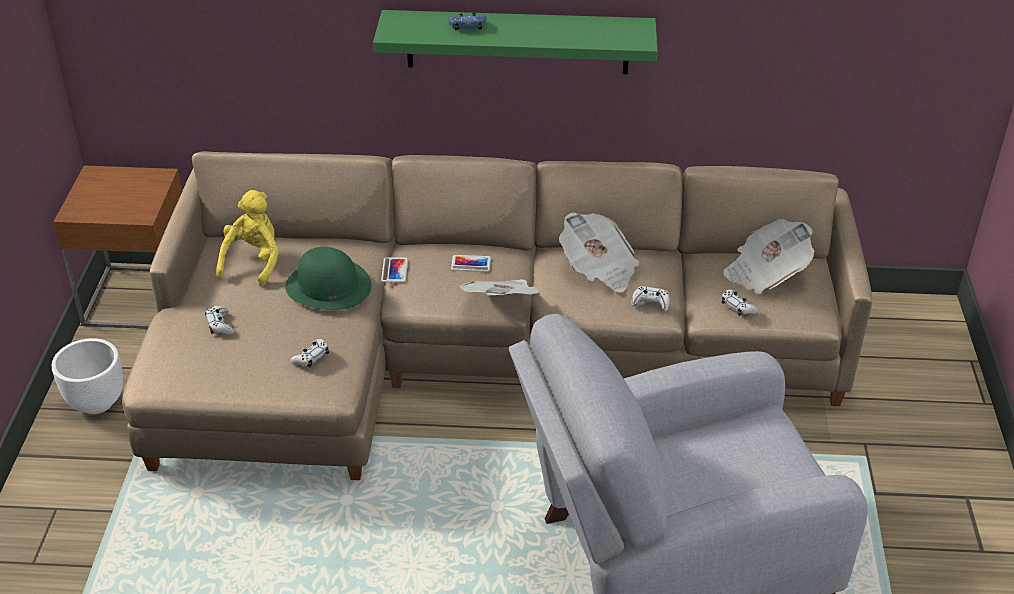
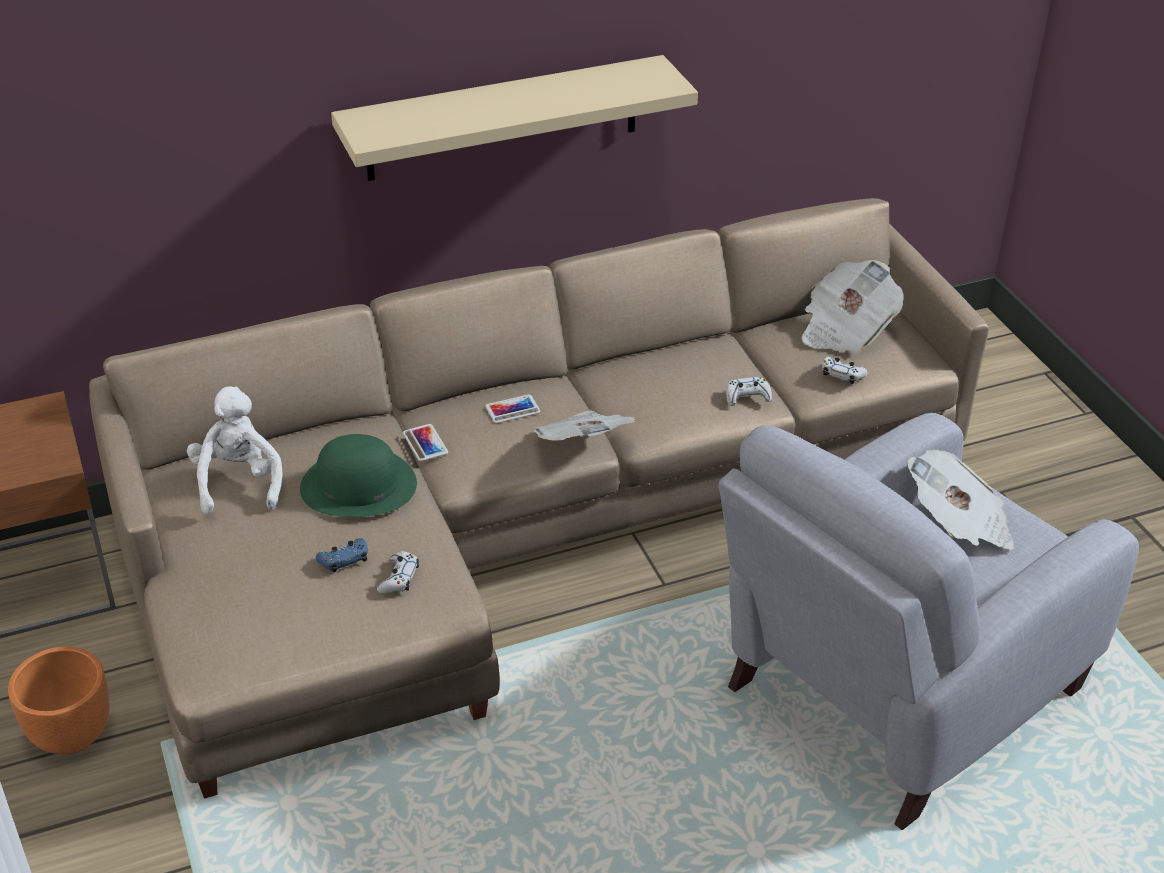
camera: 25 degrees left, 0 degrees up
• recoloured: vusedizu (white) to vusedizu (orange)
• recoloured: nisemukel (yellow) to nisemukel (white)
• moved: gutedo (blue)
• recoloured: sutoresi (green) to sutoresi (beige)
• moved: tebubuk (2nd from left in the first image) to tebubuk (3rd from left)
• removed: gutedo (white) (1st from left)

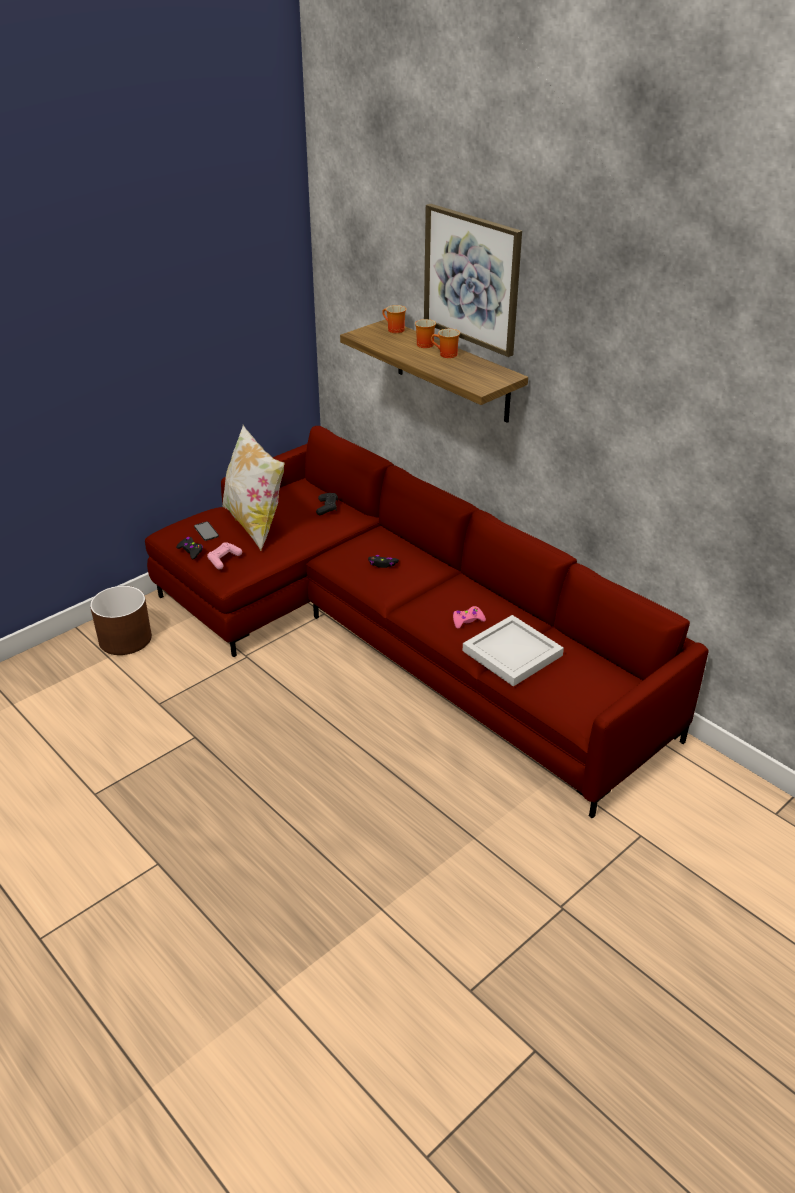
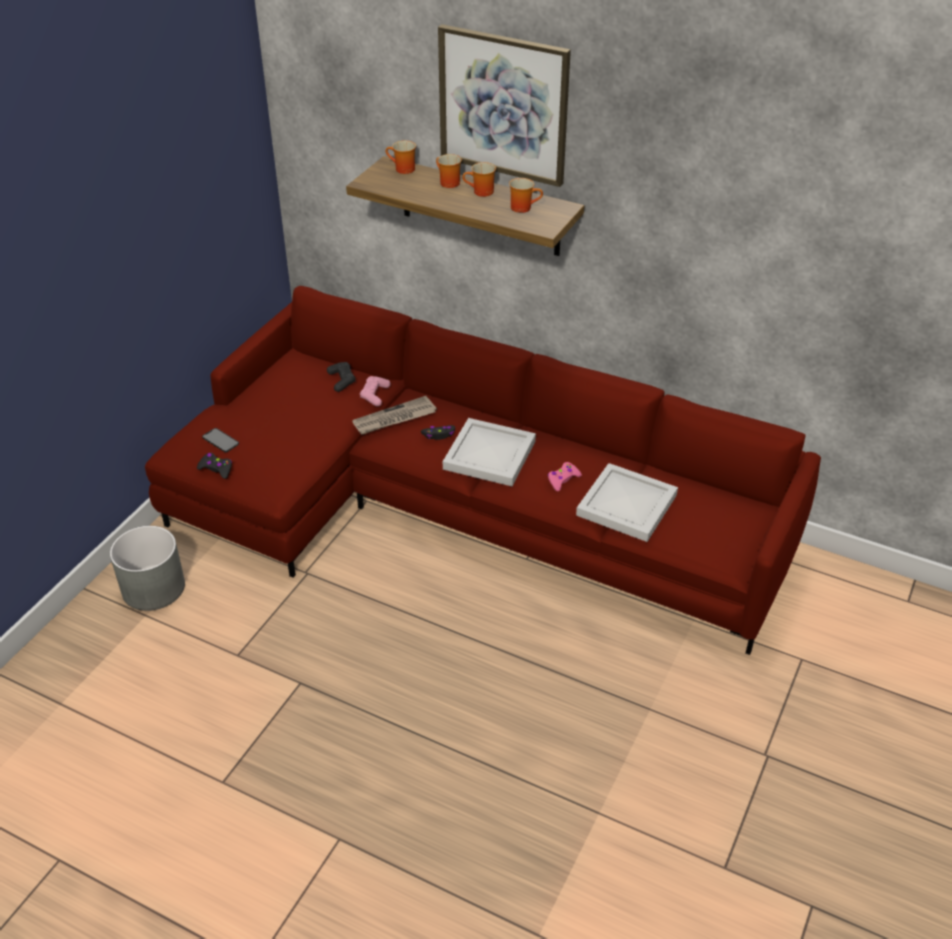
camera: 20 degrees left, 5 degrees up
• recoloured: vusedizu (brown) to vusedizu (grey)
• added: tebubuk
• moved: gutedo (pink) (1st from left)
• added: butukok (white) (1st from left)
• added: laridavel (4th from left)
• removed: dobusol

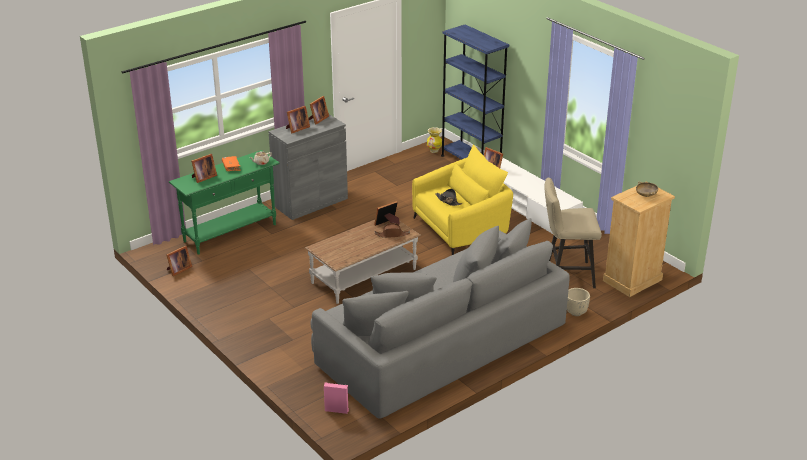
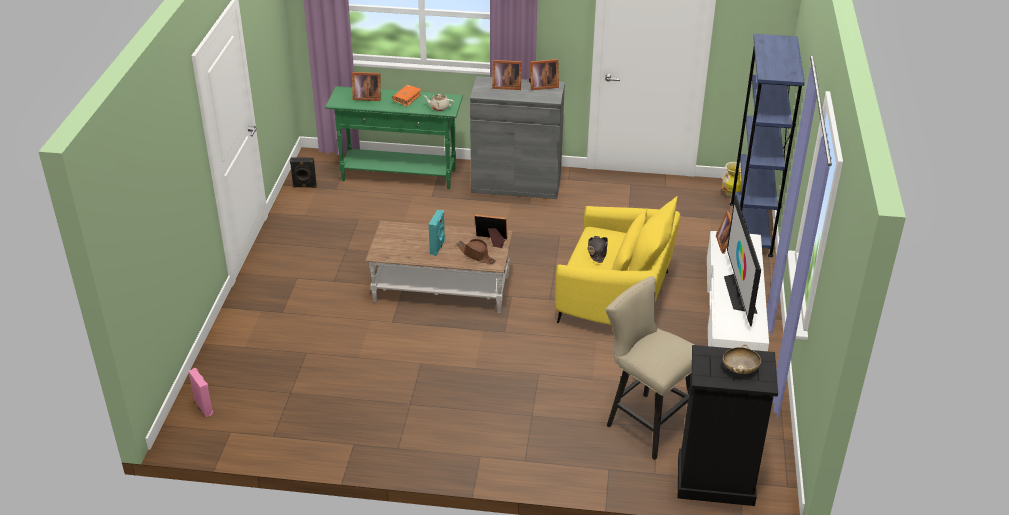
camera: 45 degrees right, 5 degrees up
• replaced: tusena (1st from left) to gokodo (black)
• added: gokodo (turquoise)
• recoloured: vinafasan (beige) to vinafasan (black)
• added: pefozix
• removed: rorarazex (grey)
• removed: vusedizu (beige)

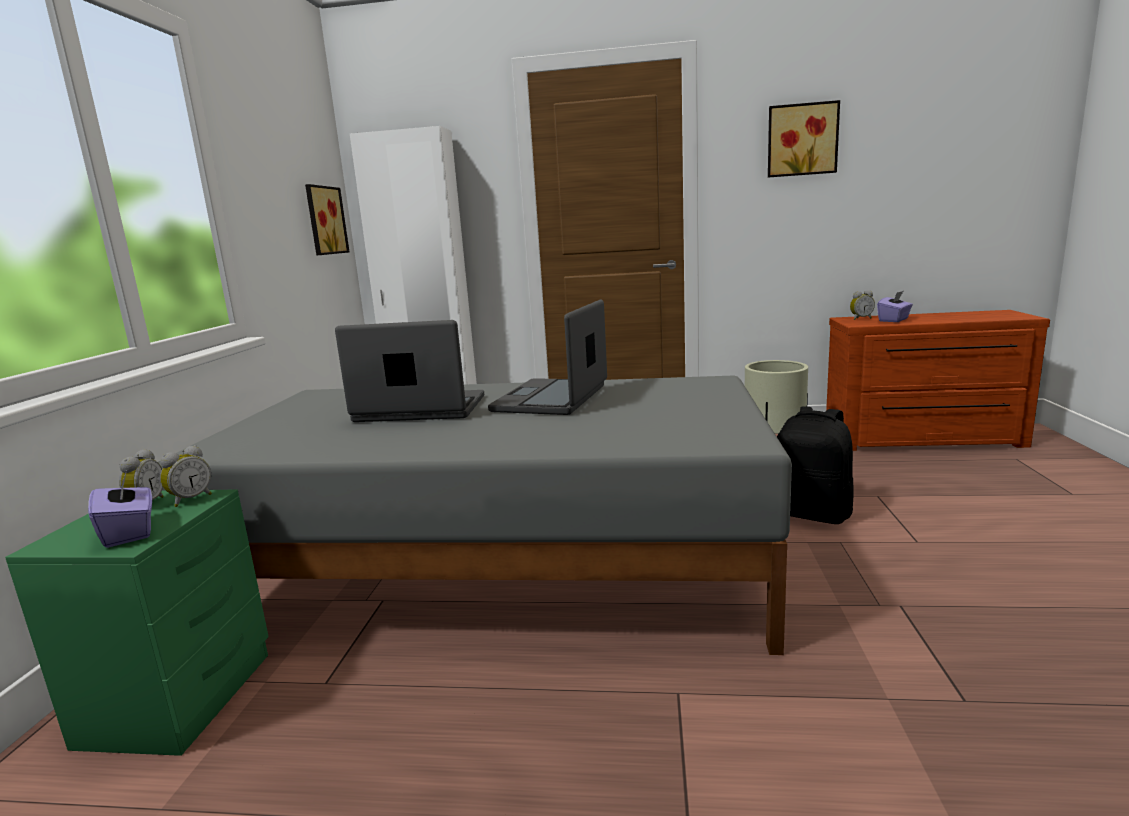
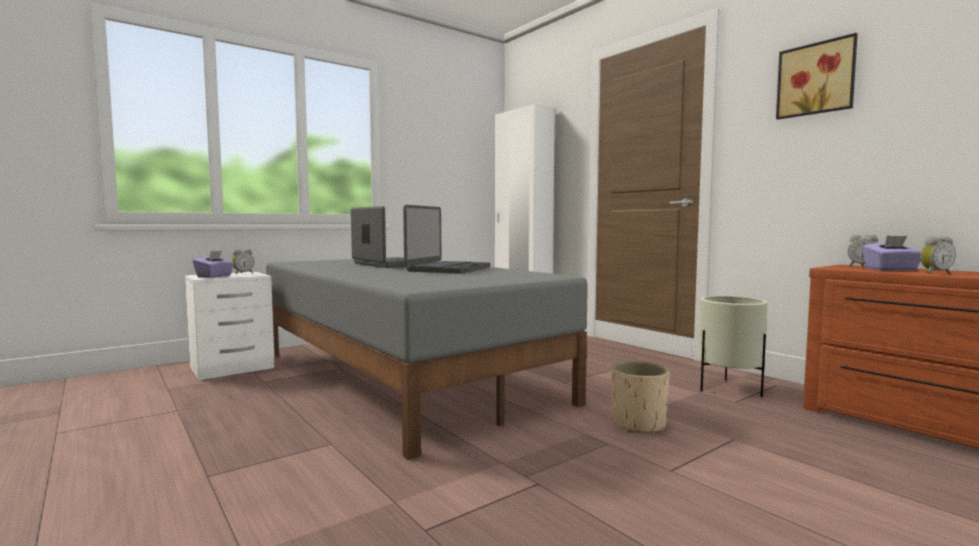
camera: 45 degrees right, 10 degrees down
• recoloured: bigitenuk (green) to bigitenuk (white)
• turned: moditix (2nd from left) 135 degrees clockwise
• replaced: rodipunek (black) to vusedizu (beige) (1st from left)
• moved: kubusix (2nd from left in the first image) to kubusix (3rd from left)
• removed: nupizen (1st from left)

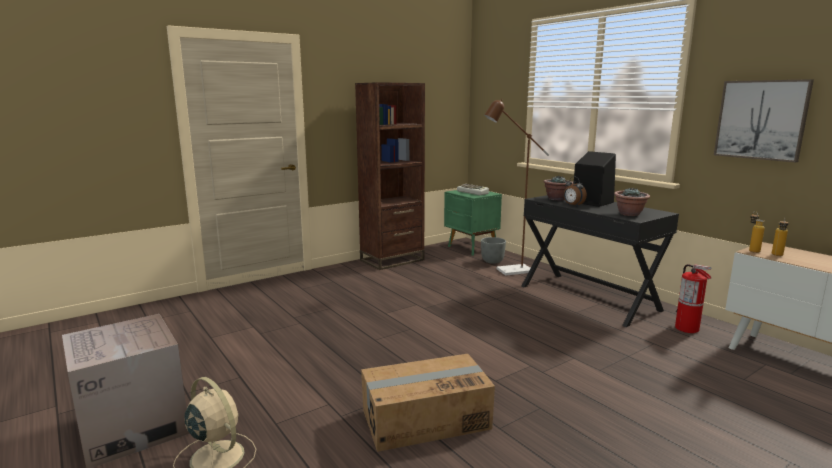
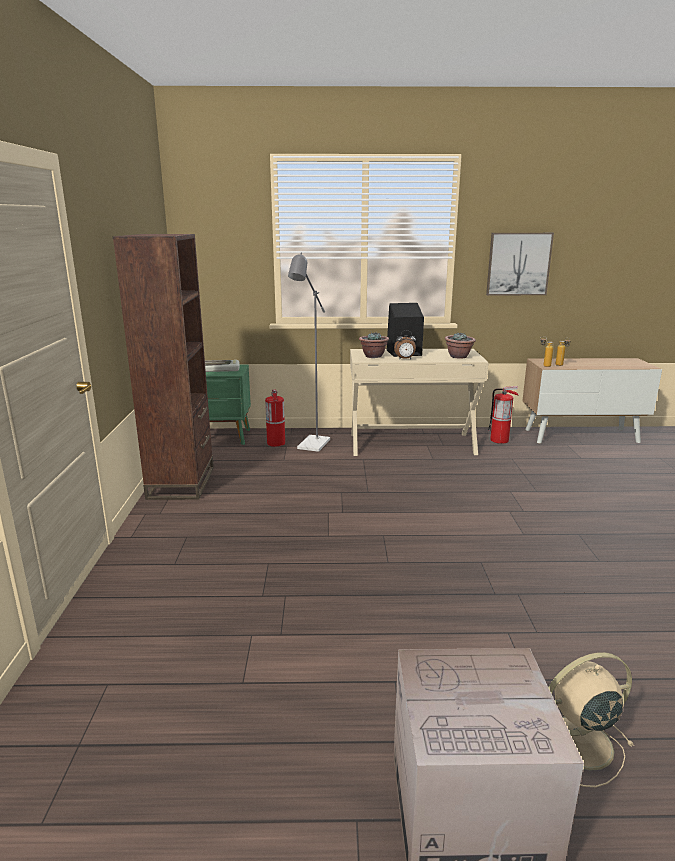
camera: 55 degrees left, 5 degrees up
• replaced: vusedizu (grey) to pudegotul (1st from left)
• recoloured: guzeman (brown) to guzeman (grey)
• recoloured: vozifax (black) to vozifax (beige)
• removed: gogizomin (2nd from left)

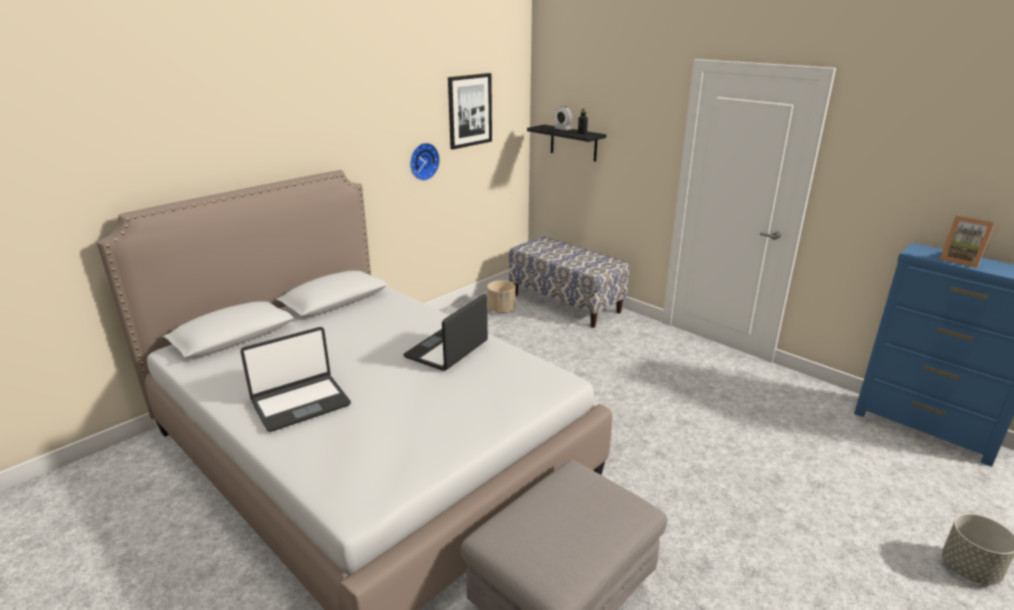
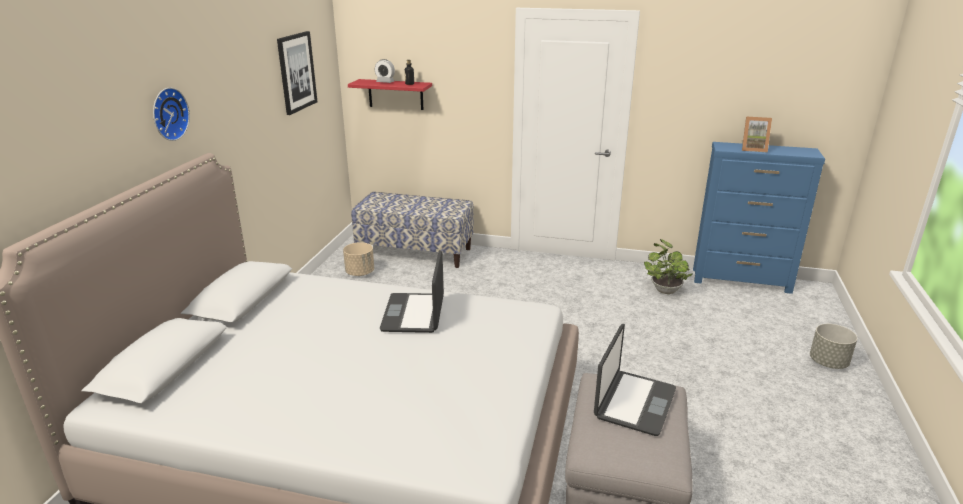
camera: 30 degrees left, 0 degrees up
• moved: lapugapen
• recoloured: sutoresi (black) to sutoresi (red)
• moved: moditix (1st from left in the first image) to moditix (2nd from left)
• added: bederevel

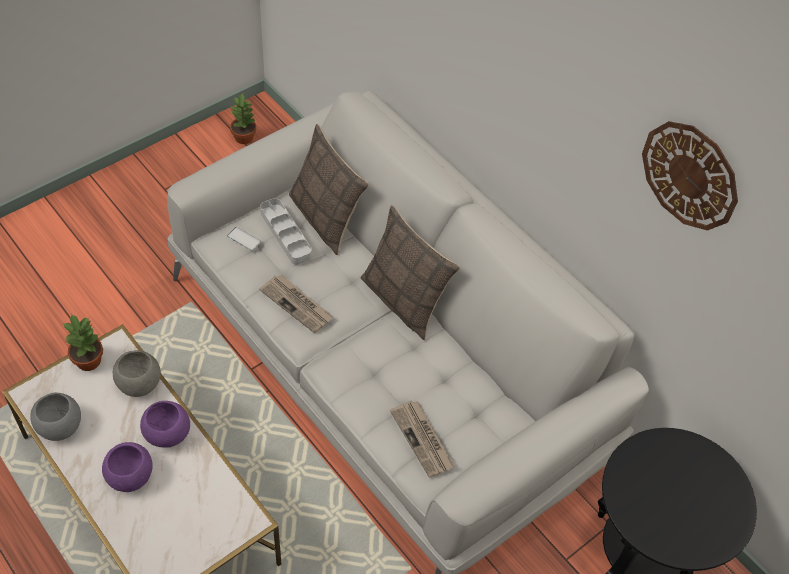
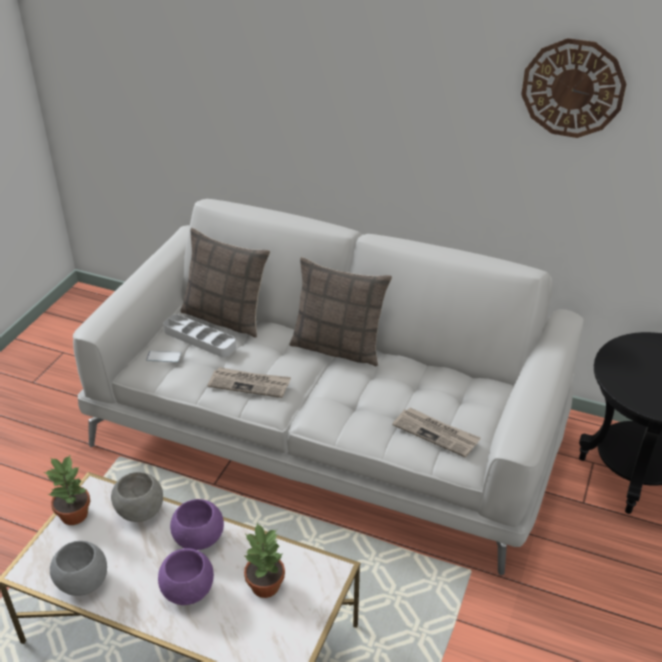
camera: 25 degrees left, 15 degrees down
• moved: bederevel (2nd from left)

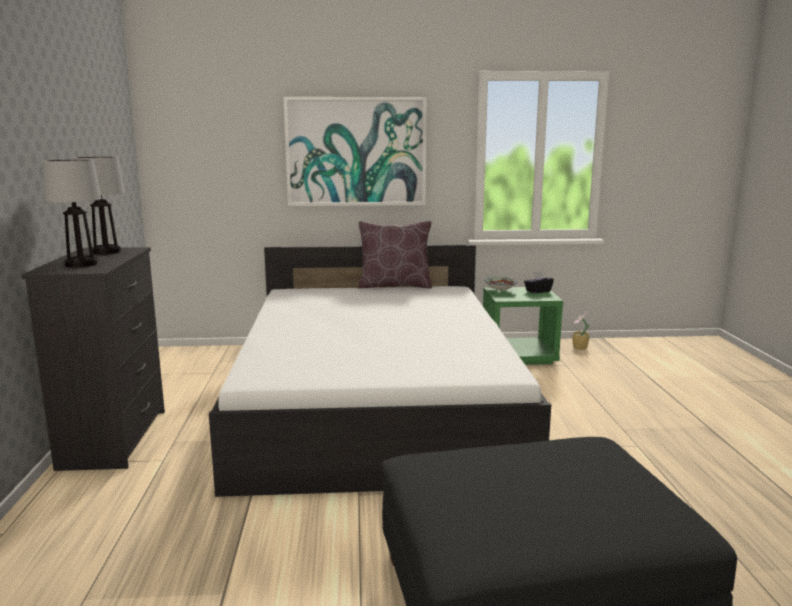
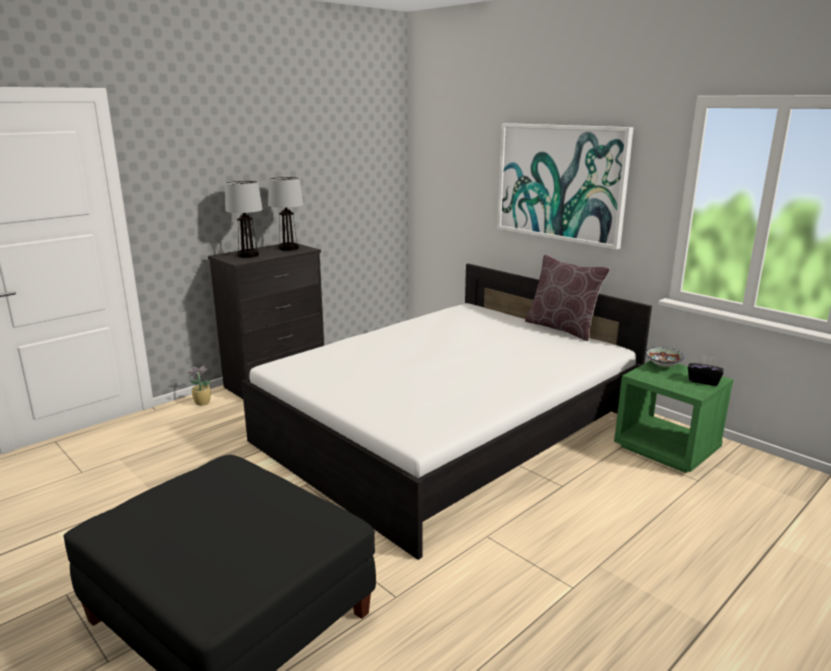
camera: 50 degrees right, 5 degrees up
• moved: bederevel

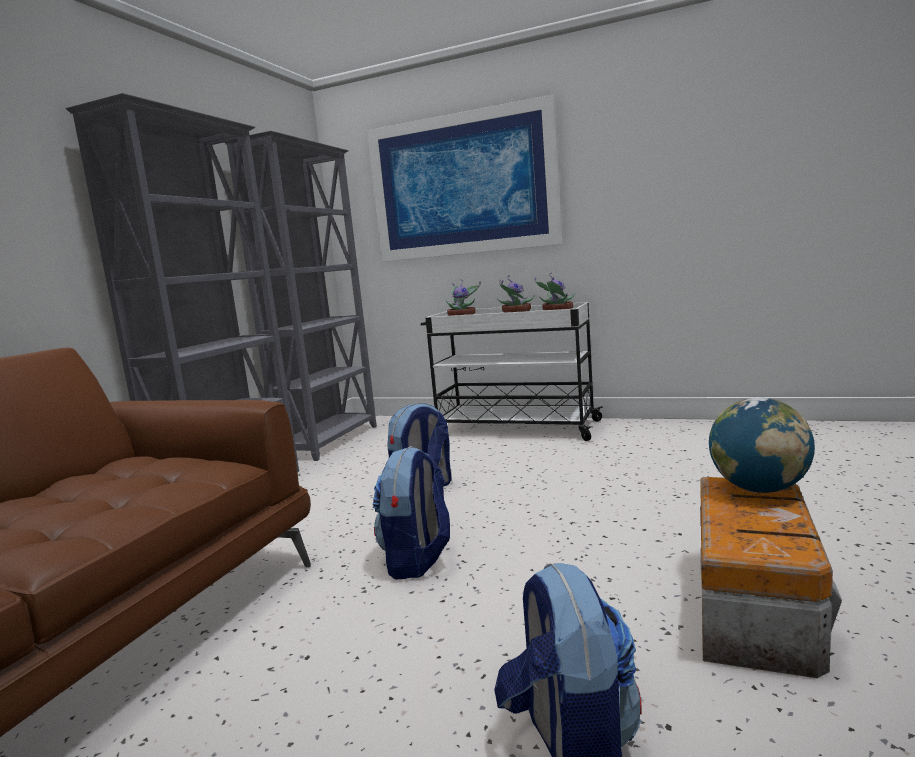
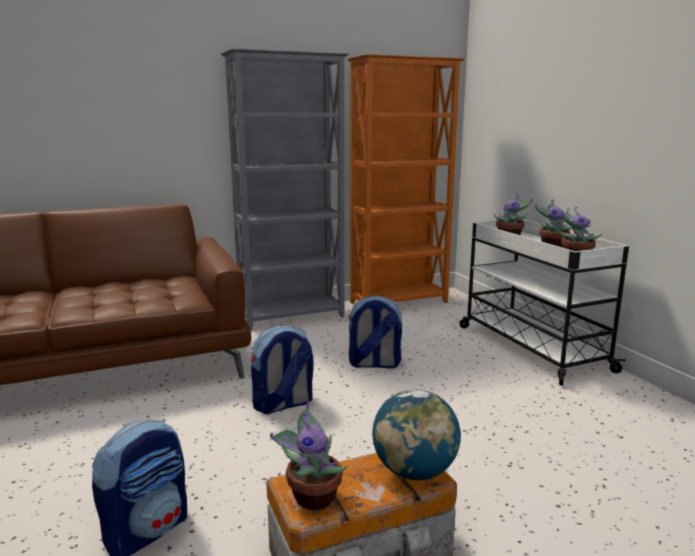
camera: 45 degrees right, 5 degrees up
• added: bederevel (1st from left)
• recoloured: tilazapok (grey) (2nd from left) to tilazapok (orange)
• removed: nupizen

